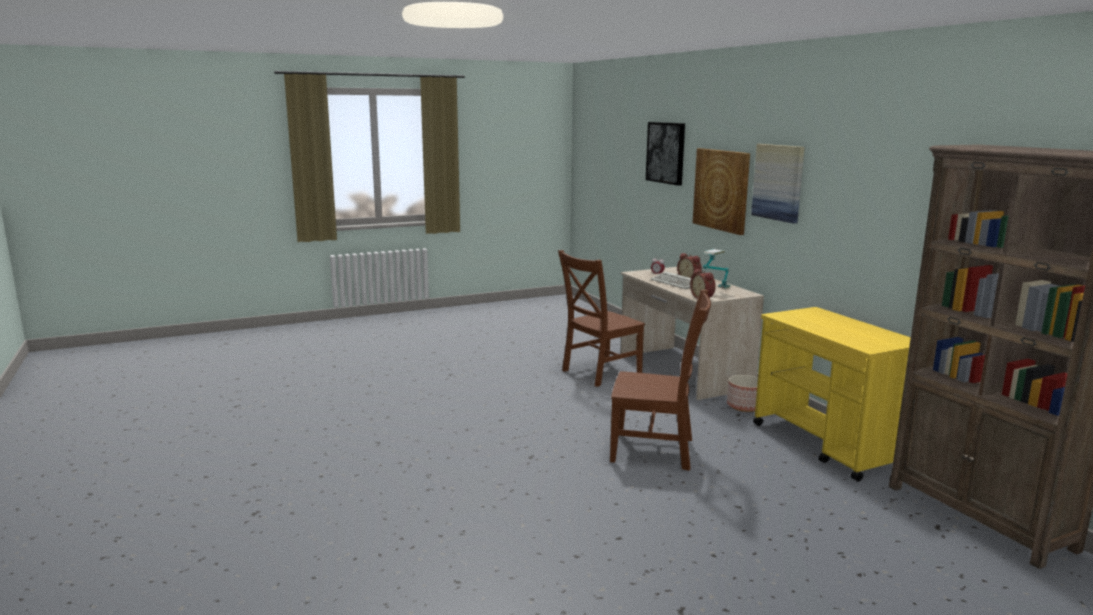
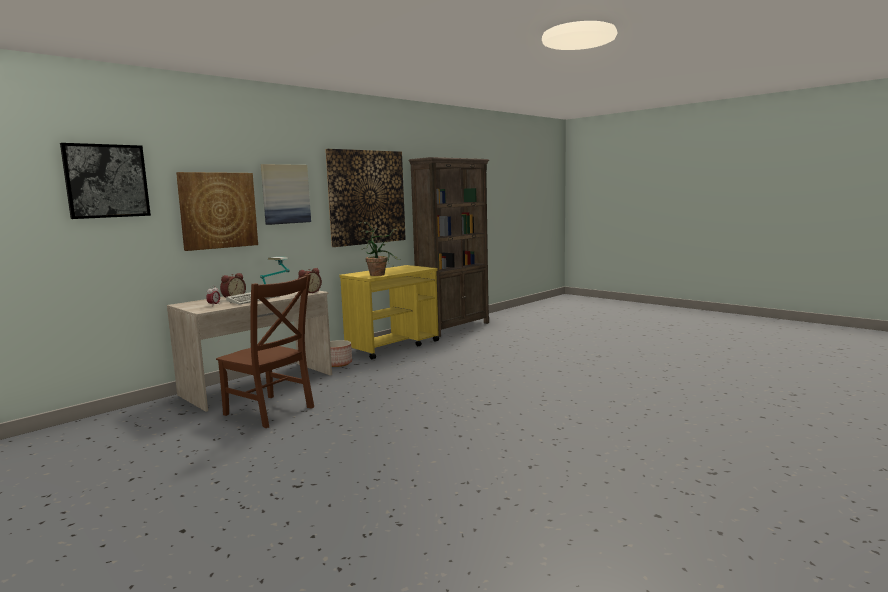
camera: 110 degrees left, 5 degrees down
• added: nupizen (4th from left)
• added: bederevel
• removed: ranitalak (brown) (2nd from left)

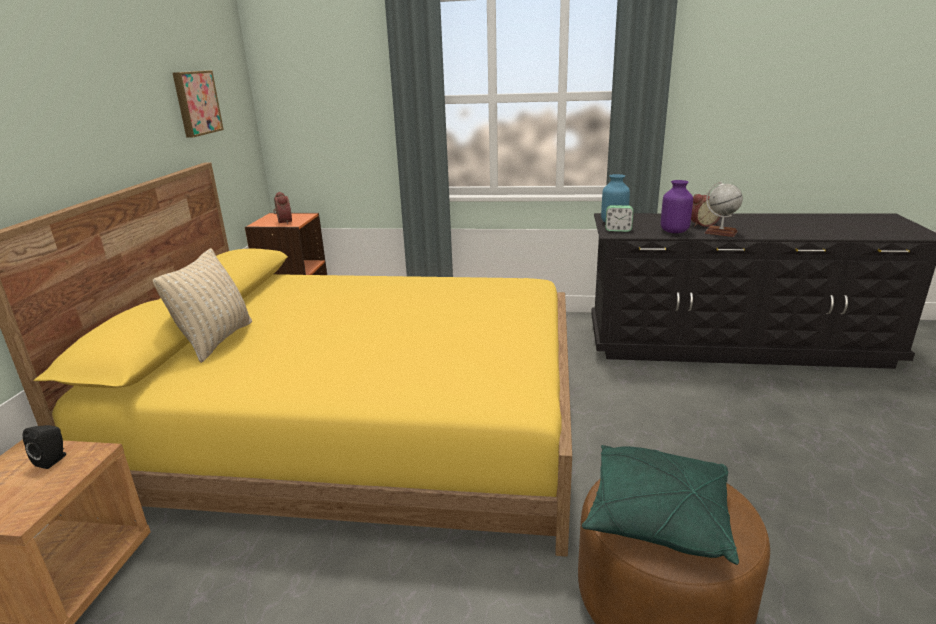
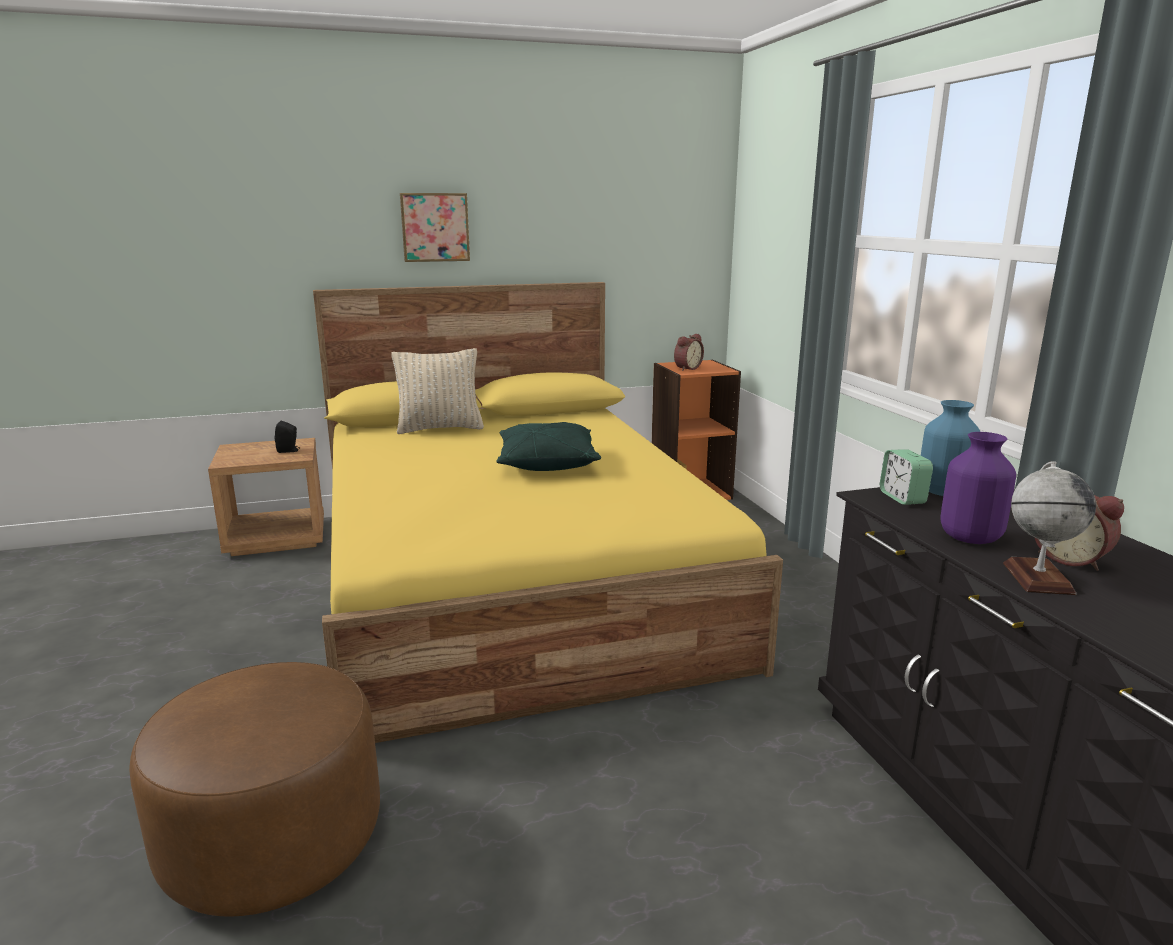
camera: 65 degrees right, 5 degrees down
• moved: nupizen
• moved: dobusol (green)

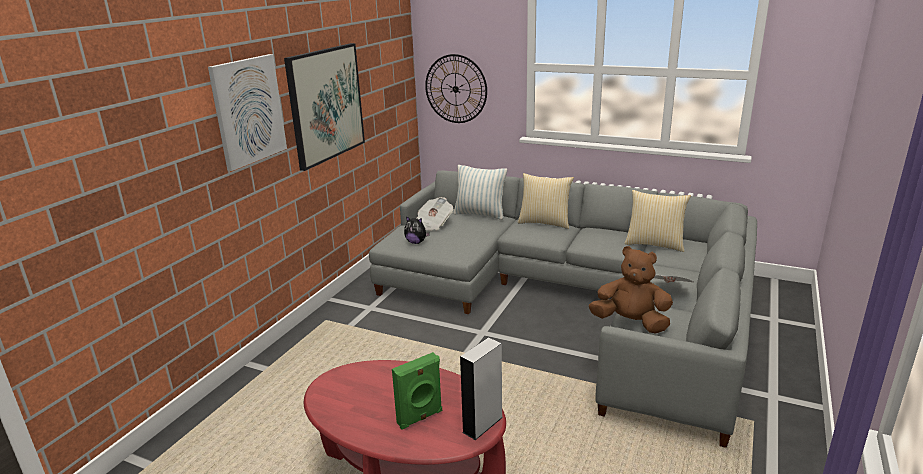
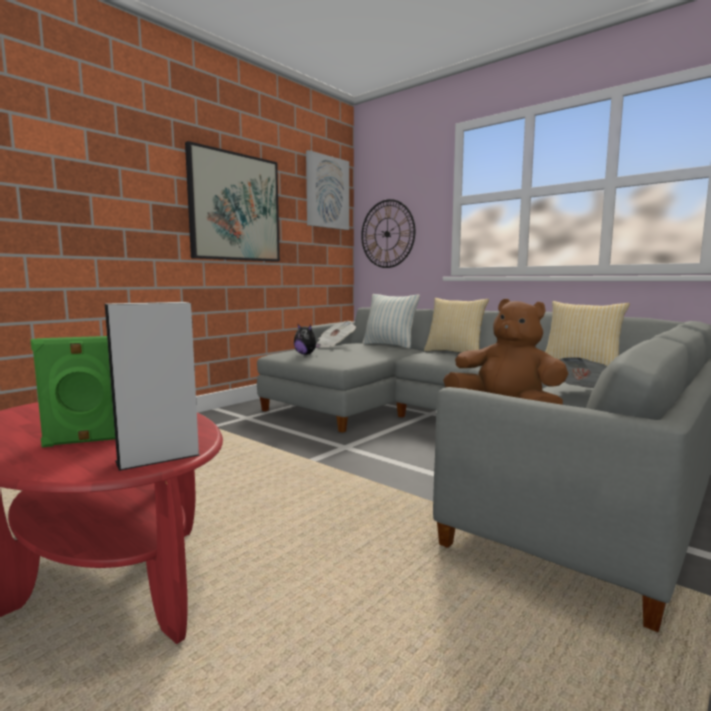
camera: 15 degrees right, 15 degrees down
• moved: nupizen (1st from left in the first image) to nupizen (2nd from left)

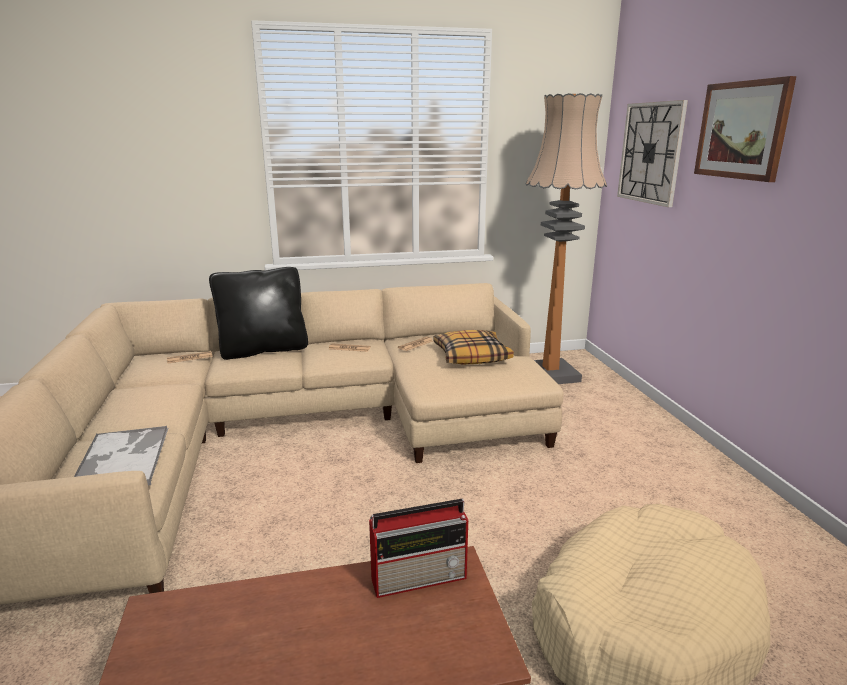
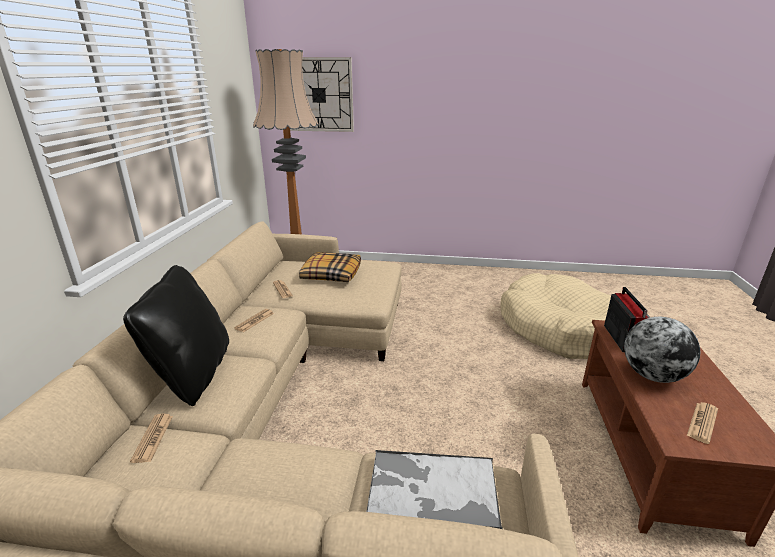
camera: 70 degrees left, 5 degrees up
• added: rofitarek
• added: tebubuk (4th from left)
• removed: nupizen

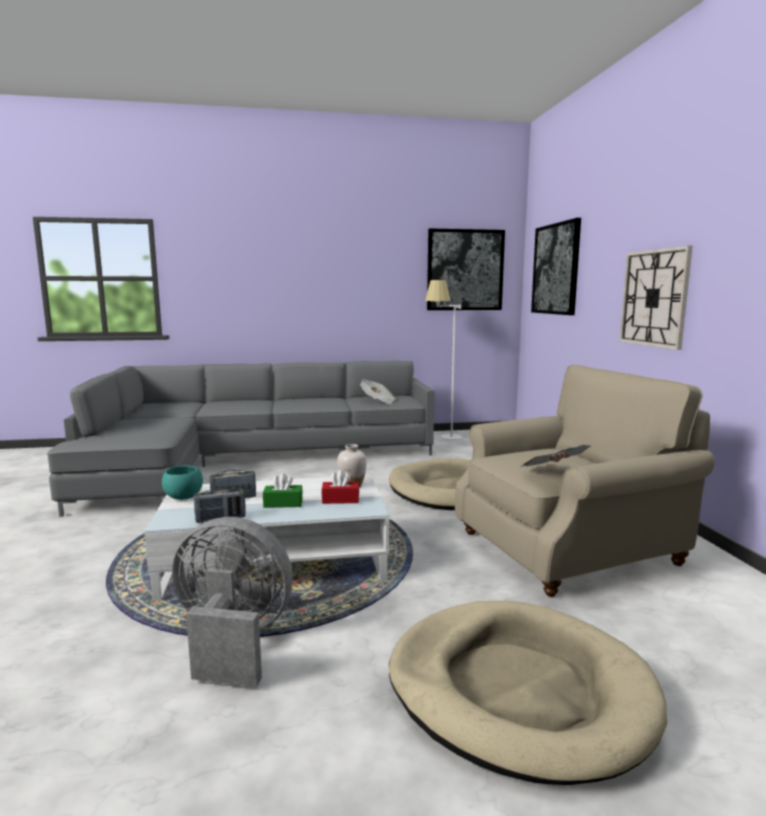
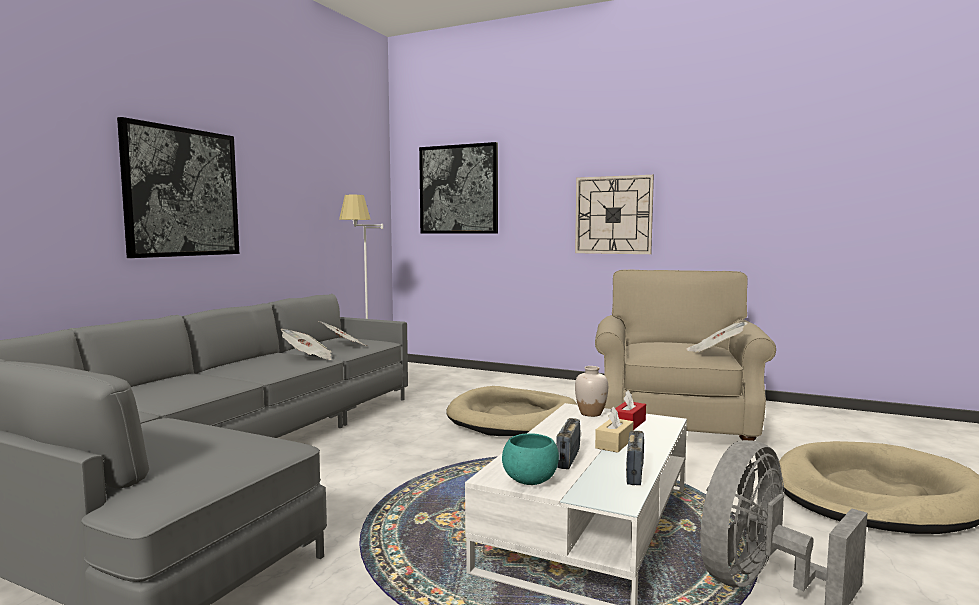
camera: 55 degrees left, 5 degrees down
• moved: nupizen (1st from left)
• added: tebubuk (1st from left)
• recoloured: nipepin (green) to nipepin (beige)

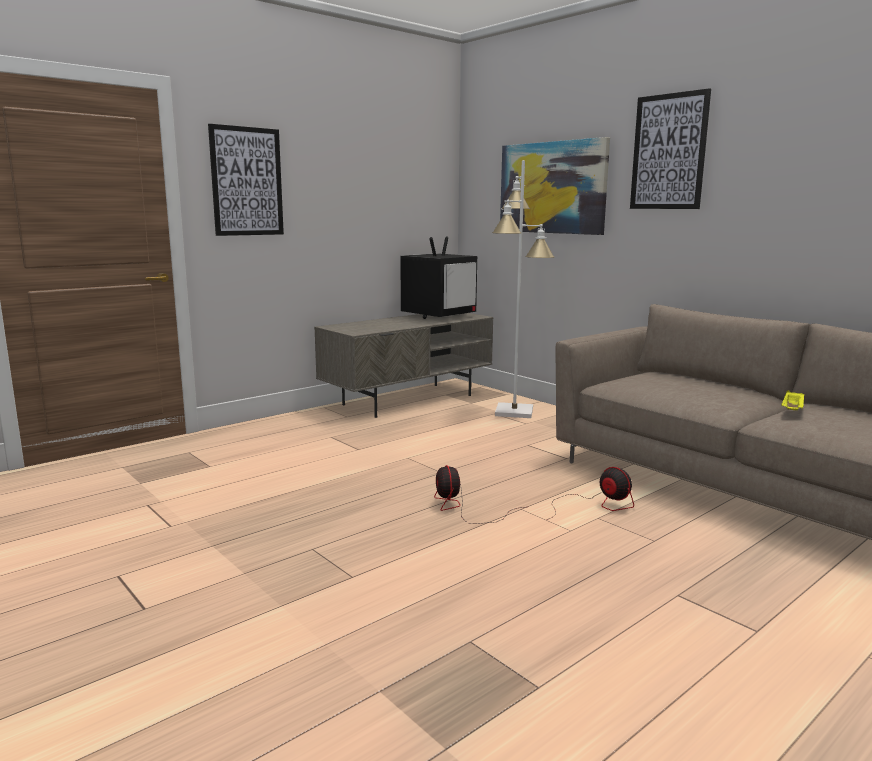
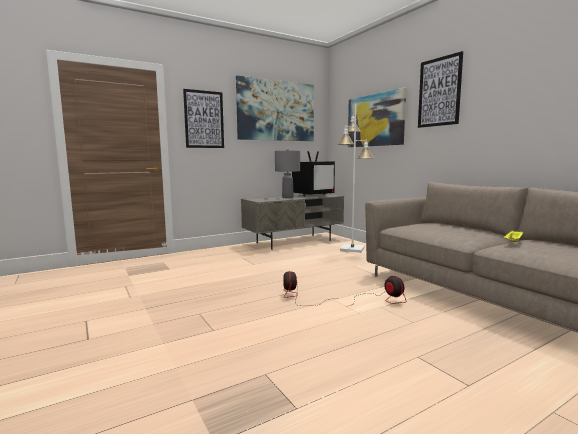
camera: 10 degrees right, 5 degrees down
• added: nupizen (2nd from left)
• added: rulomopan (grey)

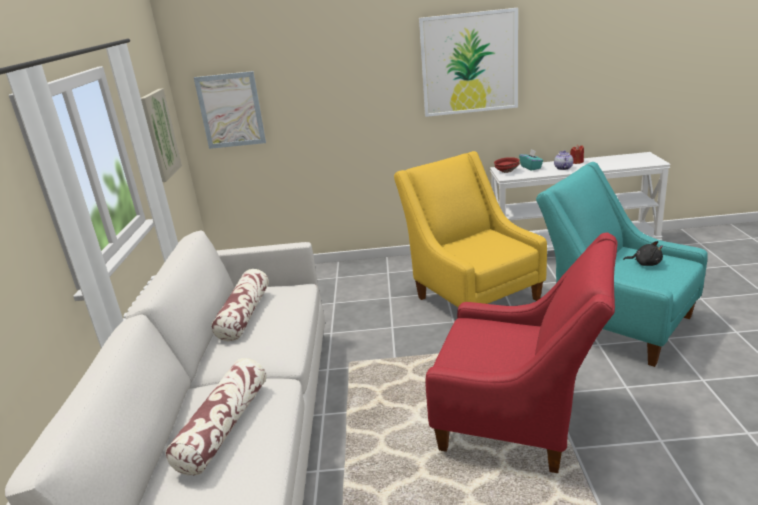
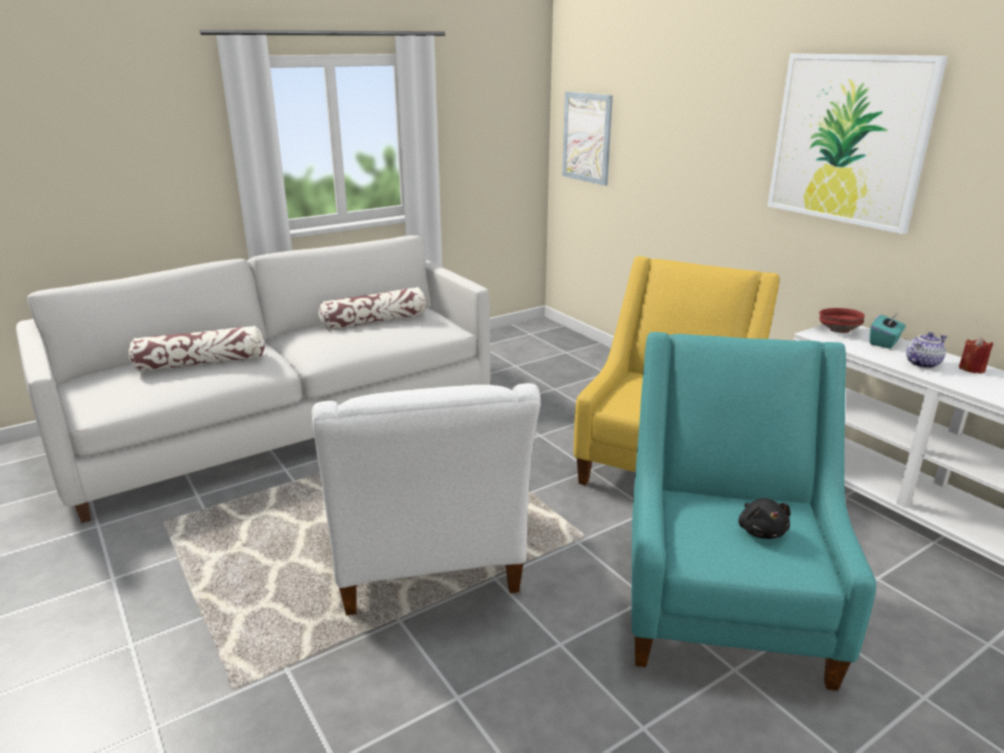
camera: 55 degrees right, 0 degrees up
• recoloured: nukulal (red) to nukulal (white)
• removed: nupizen (1st from left)

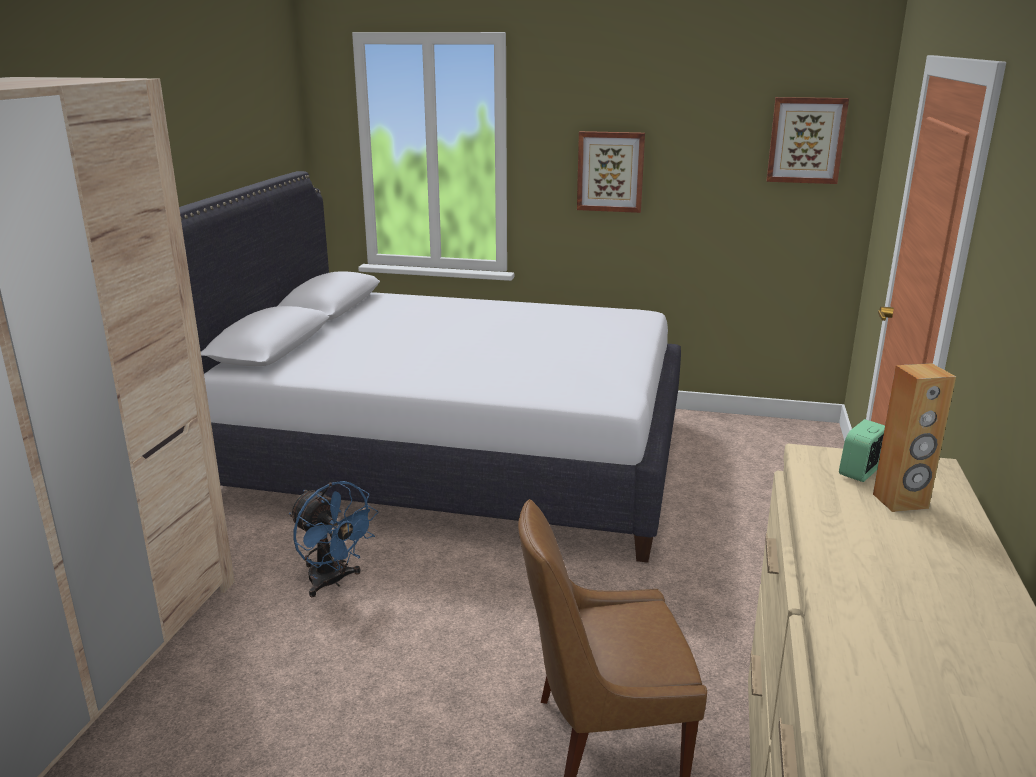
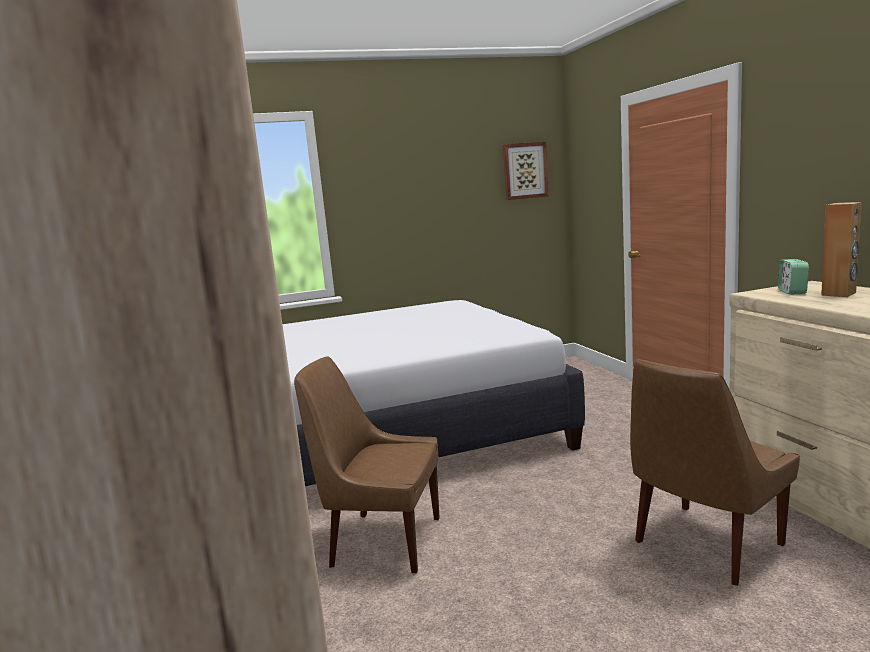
camera: 30 degrees left, 10 degrees down
• replaced: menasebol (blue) to ranitalak (brown) (1st from left)
• removed: nupizen (1st from left)

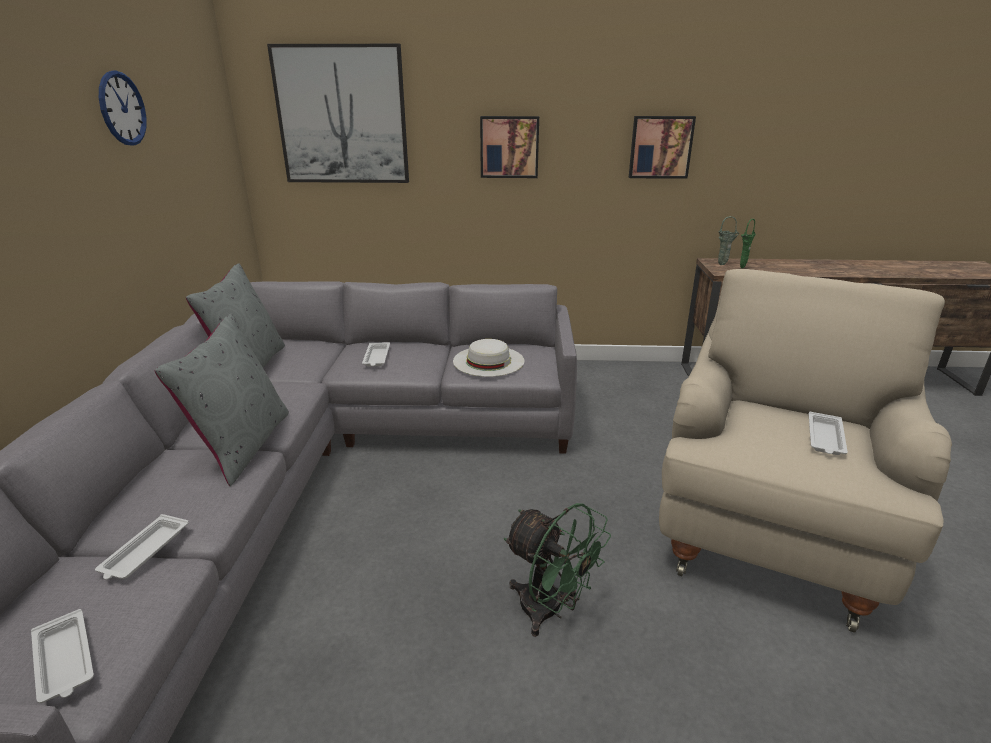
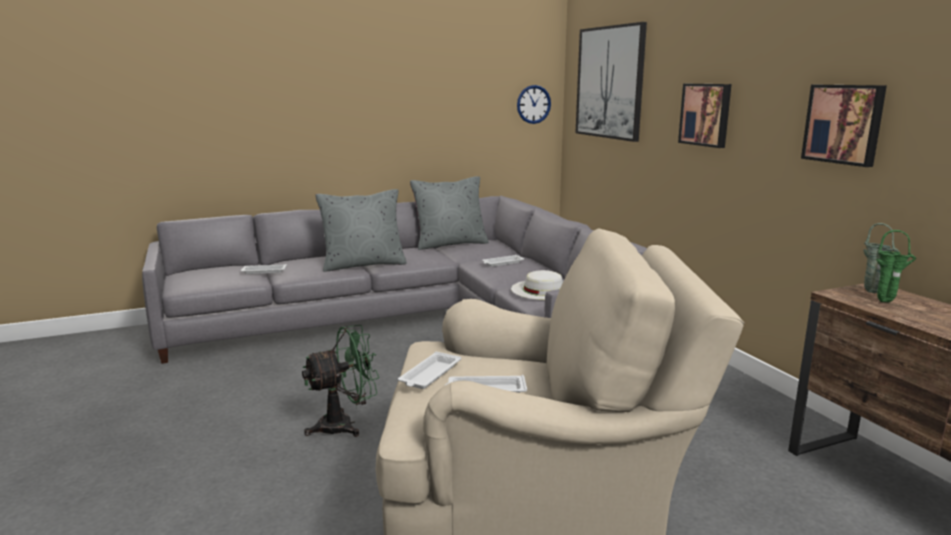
camera: 65 degrees right, 10 degrees down
• turned: menasebol (green) 135 degrees counterclockwise
• moved: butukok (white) (1st from left in the first image) to butukok (white) (2nd from left)
• moved: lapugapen

